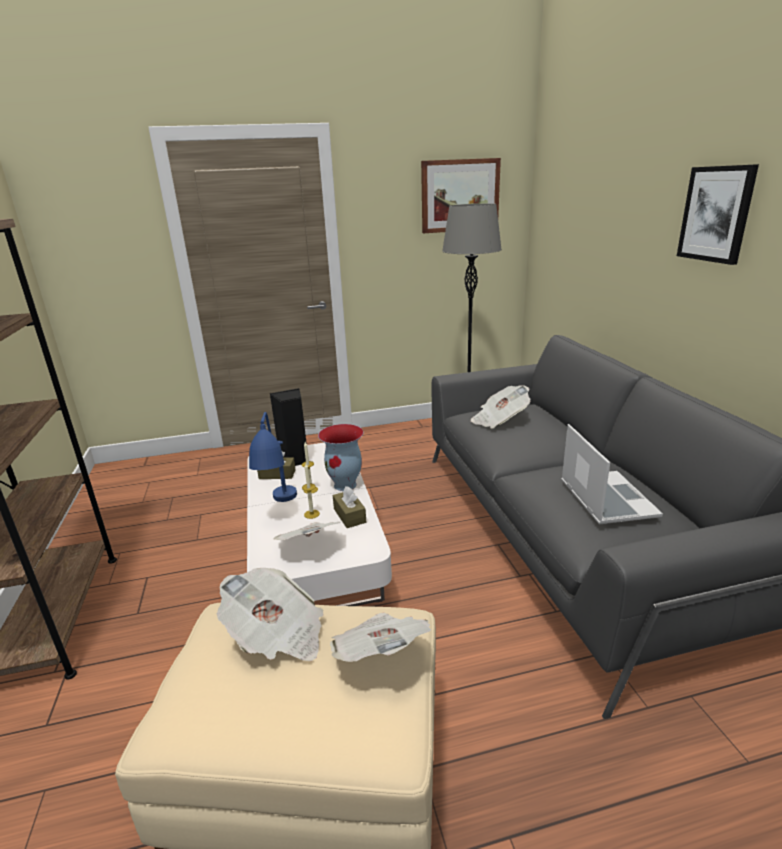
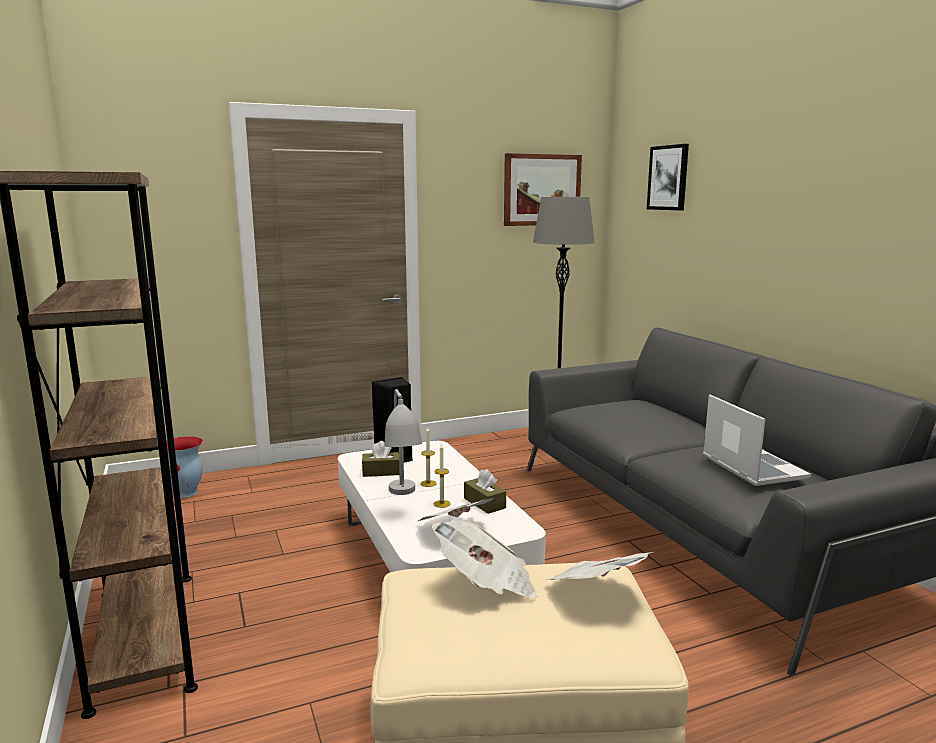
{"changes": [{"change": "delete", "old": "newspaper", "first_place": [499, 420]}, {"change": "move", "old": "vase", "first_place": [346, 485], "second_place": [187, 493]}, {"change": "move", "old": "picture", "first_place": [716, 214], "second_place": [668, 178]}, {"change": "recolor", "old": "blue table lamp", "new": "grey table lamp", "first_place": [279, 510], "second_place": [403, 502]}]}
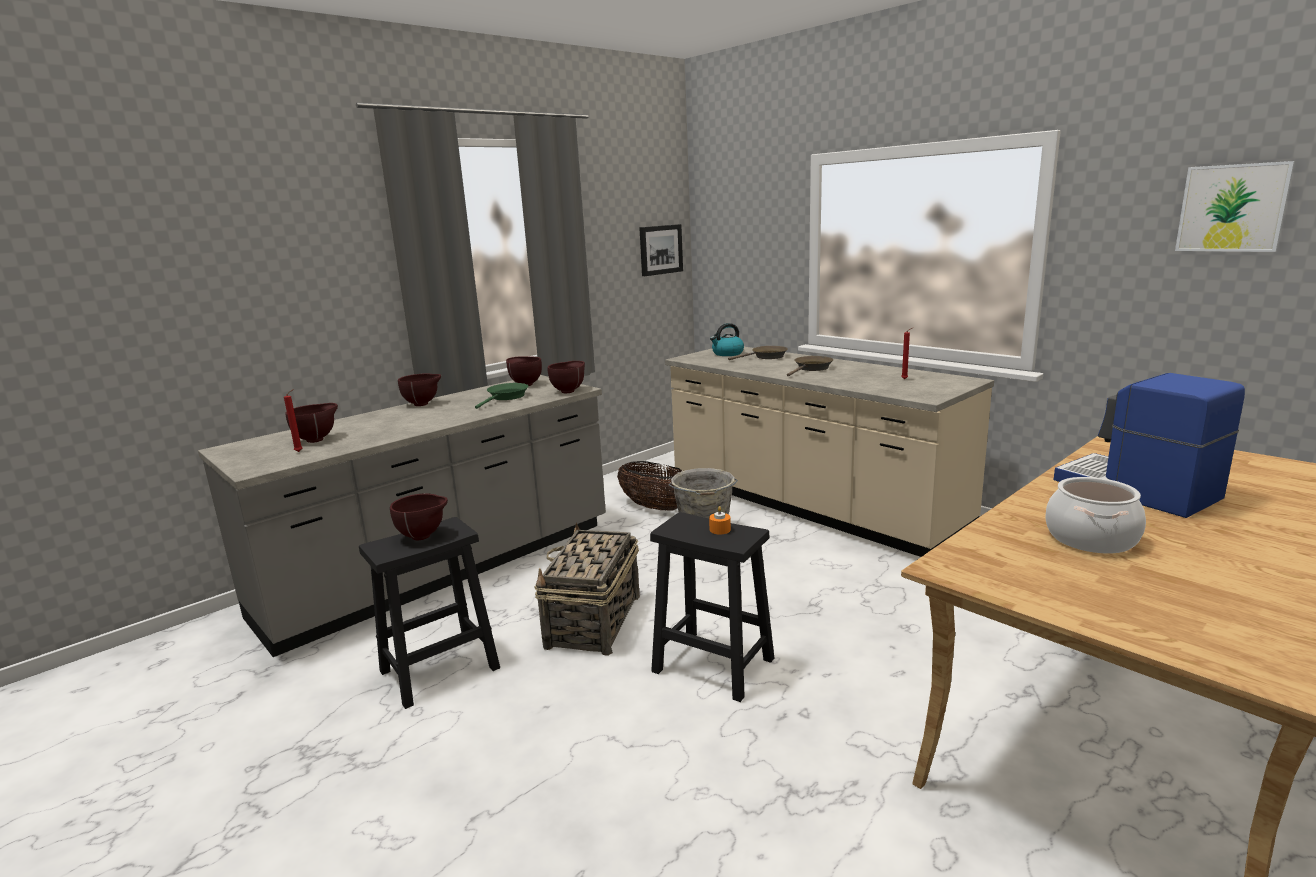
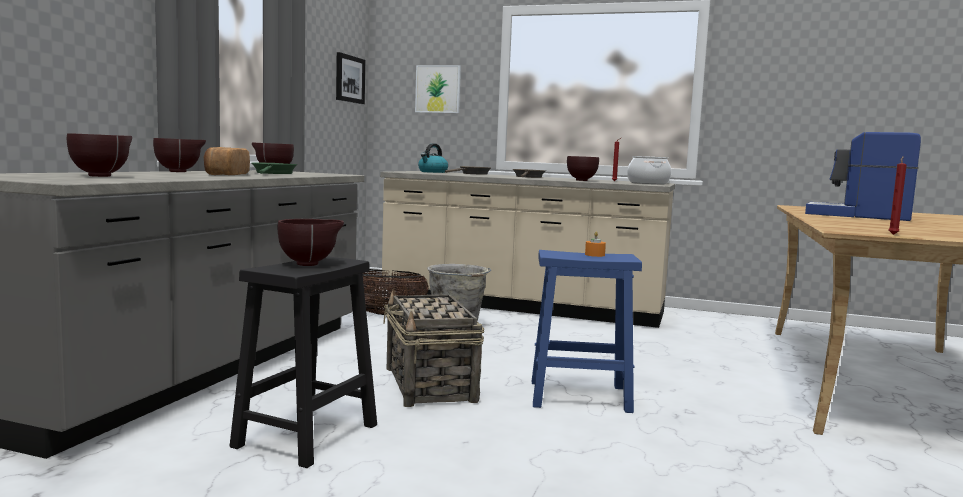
{"changes": [{"change": "insert", "new": "bread", "second_place": [226, 175]}, {"change": "move", "old": "red candle", "first_place": [300, 451], "second_place": [893, 234]}, {"change": "move", "old": "brown bowl", "first_place": [569, 391], "second_place": [581, 180]}, {"change": "move", "old": "cooking pot", "first_place": [1090, 538], "second_place": [648, 183]}, {"change": "move", "old": "picture", "first_place": [1232, 208], "second_place": [438, 89]}, {"change": "recolor", "old": "black stool", "new": "blue stool", "first_place": [715, 665], "second_place": [581, 396]}]}
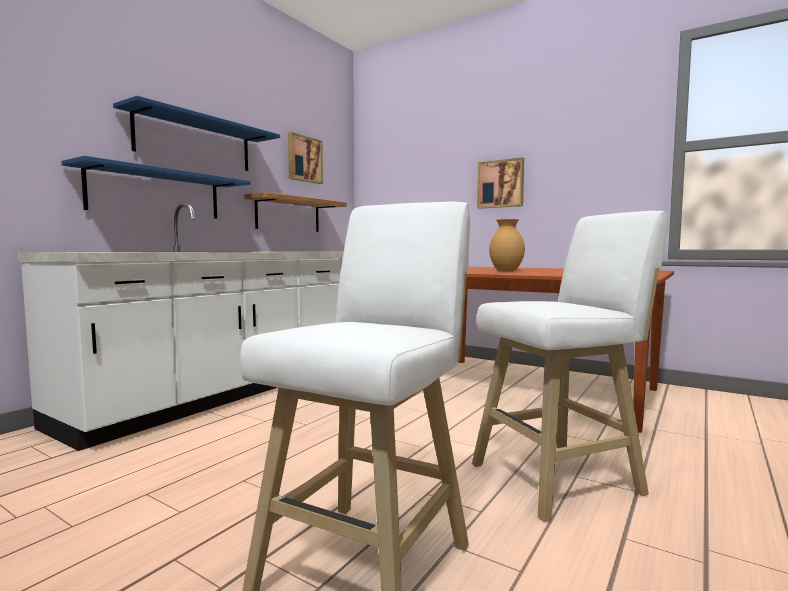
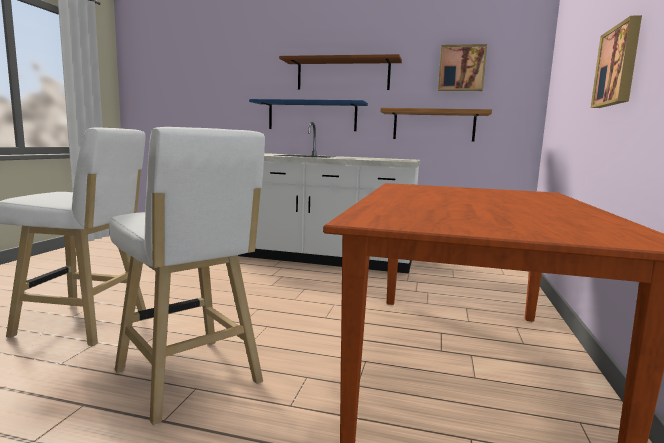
{"changes": [{"change": "delete", "old": "brown vase", "first_place": [507, 271]}, {"change": "recolor", "old": "blue shelf", "new": "brown shelf", "first_place": [195, 143], "second_place": [343, 75]}]}
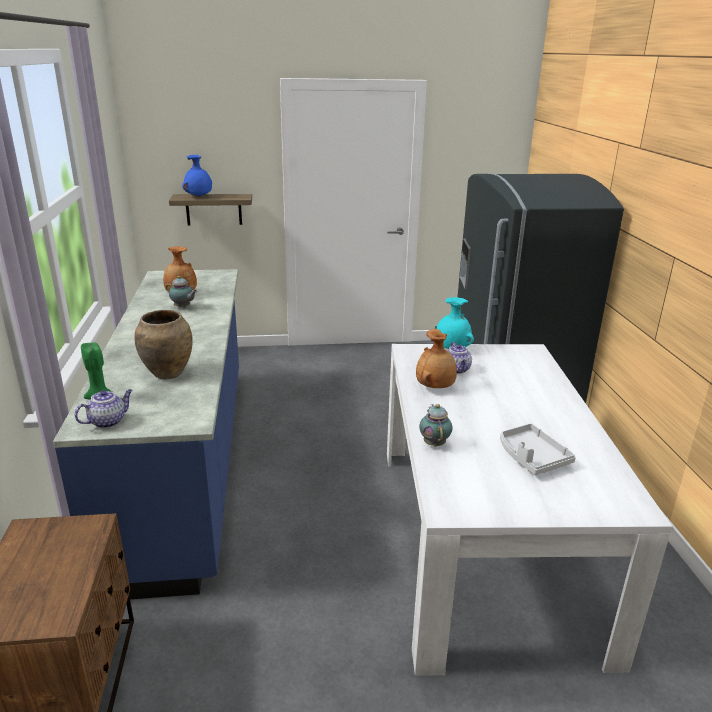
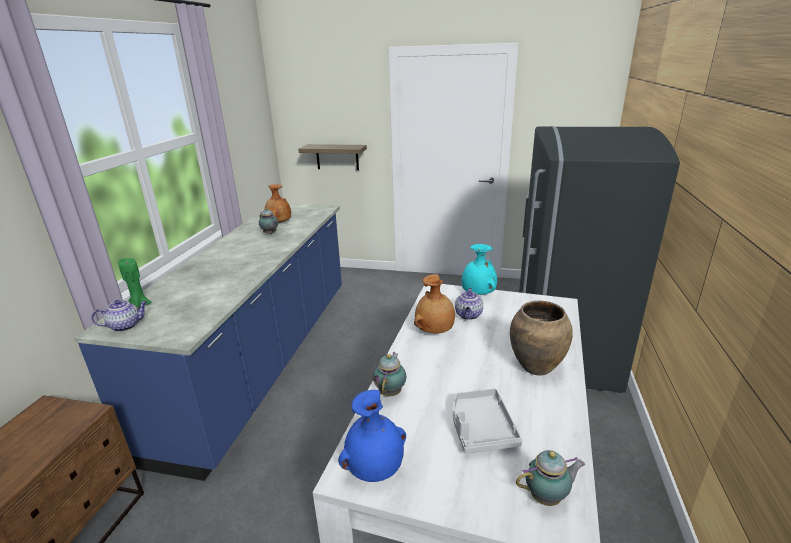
{"changes": [{"change": "insert", "new": "teapot", "second_place": [547, 497]}, {"change": "move", "old": "brown vase", "first_place": [168, 374], "second_place": [536, 367]}, {"change": "move", "old": "blue vase", "first_place": [199, 197], "second_place": [375, 469]}]}
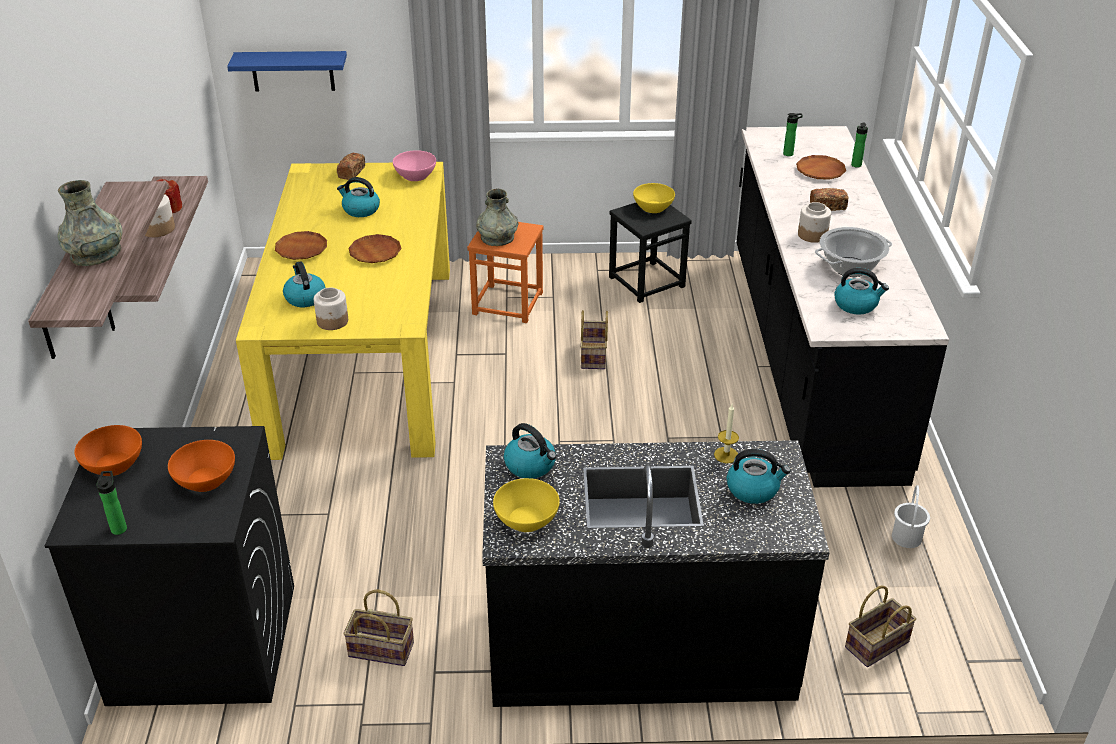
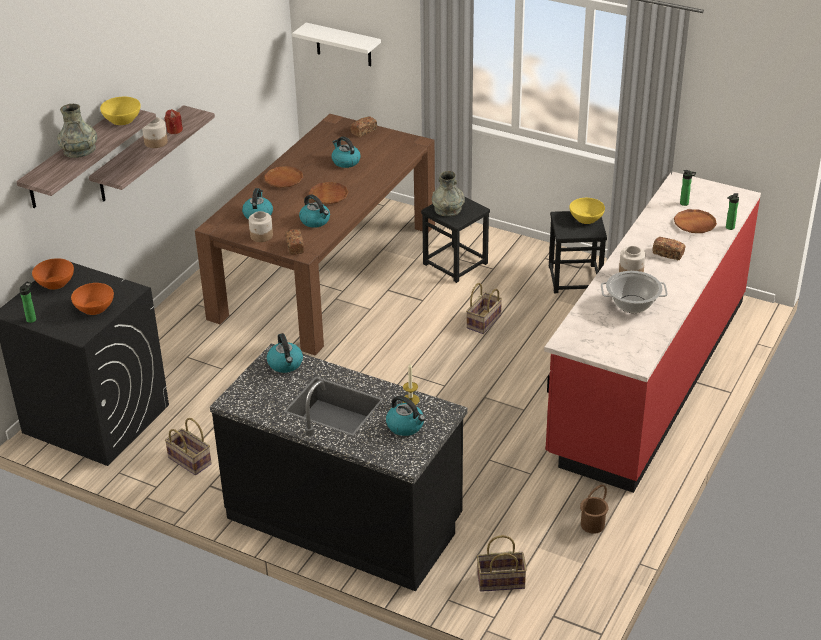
{"changes": [{"change": "delete", "old": "pink bowl", "first_place": [415, 175]}, {"change": "insert", "new": "bread", "second_place": [294, 247]}, {"change": "move", "old": "yellow bowl", "first_place": [527, 519], "second_place": [122, 119]}, {"change": "move", "old": "kettle", "first_place": [856, 304], "second_place": [315, 221]}, {"change": "recolor", "old": "blue shelf", "new": "white shelf", "first_place": [292, 71], "second_place": [343, 45]}, {"change": "recolor", "old": "yellow dining table", "new": "brown dining table", "first_place": [364, 355], "second_place": [325, 270]}, {"change": "recolor", "old": "orange stool", "new": "black stool", "first_place": [508, 303], "second_place": [455, 263]}, {"change": "recolor", "old": "black counter", "new": "red counter", "first_place": [809, 357], "second_place": [648, 376]}, {"change": "recolor", "old": "white bucket", "new": "brown bucket", "first_place": [907, 537], "second_place": [593, 525]}]}
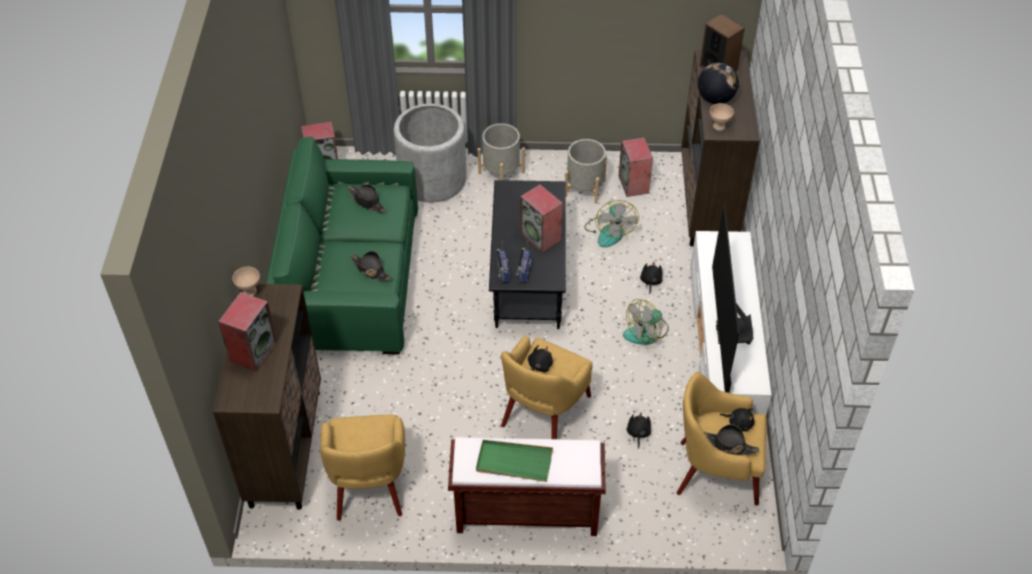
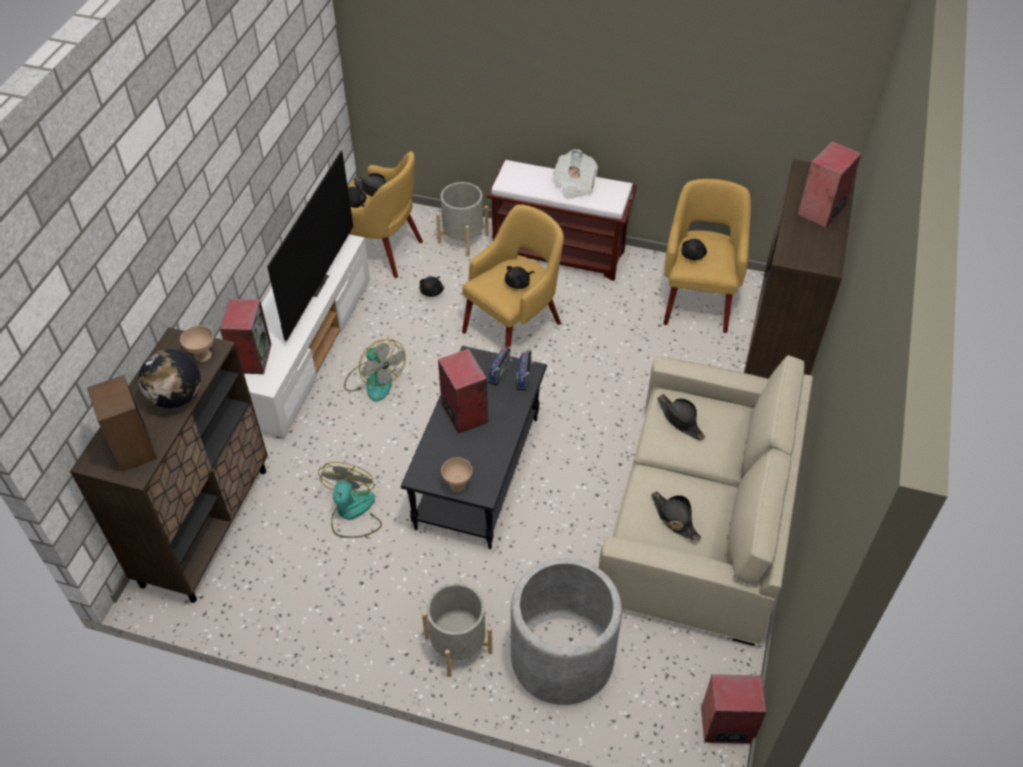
{"changes": [{"change": "move", "old": "beige bowl", "first_place": [249, 291], "second_place": [458, 485]}, {"change": "move", "old": "grey planter", "first_place": [584, 188], "second_place": [463, 238]}, {"change": "move", "old": "speaker", "first_place": [634, 184], "second_place": [252, 358]}, {"change": "move", "old": "black plush toy", "first_place": [650, 281], "second_place": [693, 255]}, {"change": "replace", "old": "green tray", "new": "newspaper", "first_place": [514, 462], "second_place": [574, 185]}, {"change": "recolor", "old": "green sofa", "new": "beige sofa", "first_place": [349, 277], "second_place": [699, 521]}, {"change": "rotate", "old": "fan", "first_place": [646, 332], "second_place": [374, 380], "degrees": 75}]}
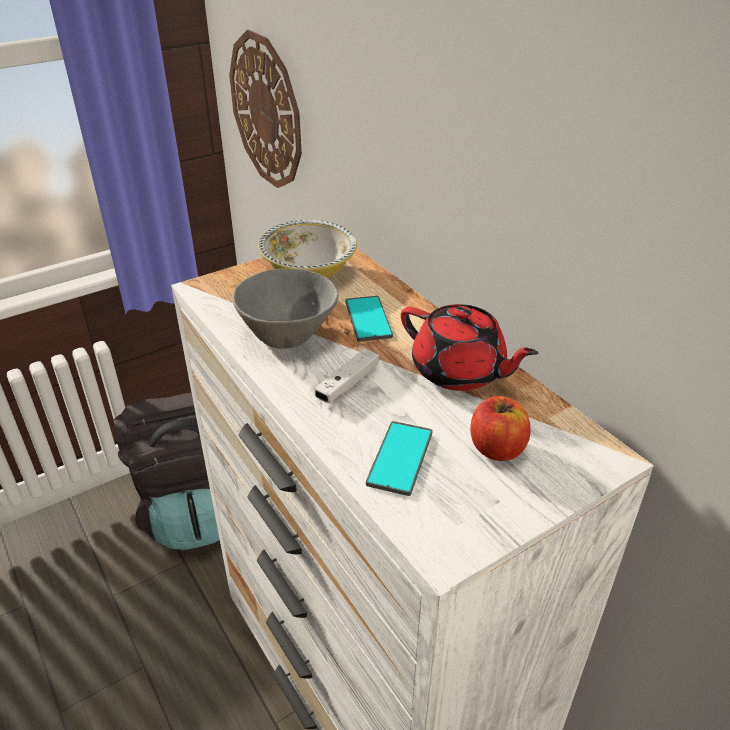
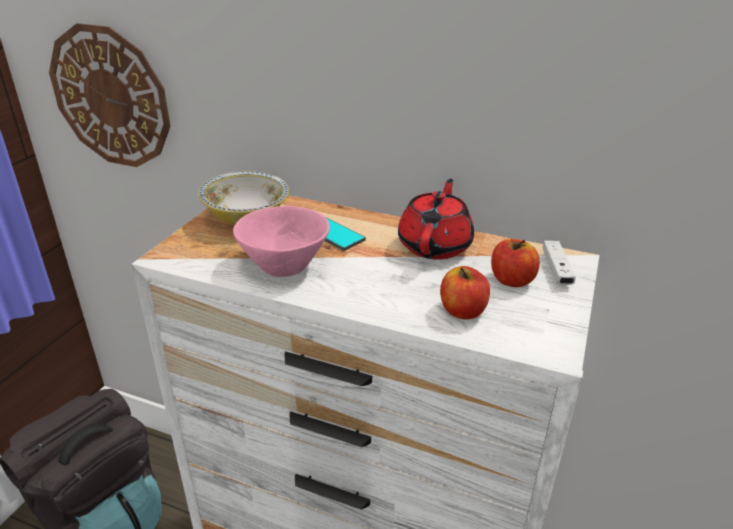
{"changes": [{"change": "move", "old": "white game controller", "first_place": [347, 384], "second_place": [556, 269]}, {"change": "replace", "old": "phone", "new": "apple", "first_place": [400, 458], "second_place": [463, 311]}, {"change": "recolor", "old": "grey bowl", "new": "pink bowl", "first_place": [290, 335], "second_place": [287, 264]}, {"change": "rotate", "old": "red teapot", "first_place": [459, 372], "second_place": [435, 245], "degrees": -75}]}
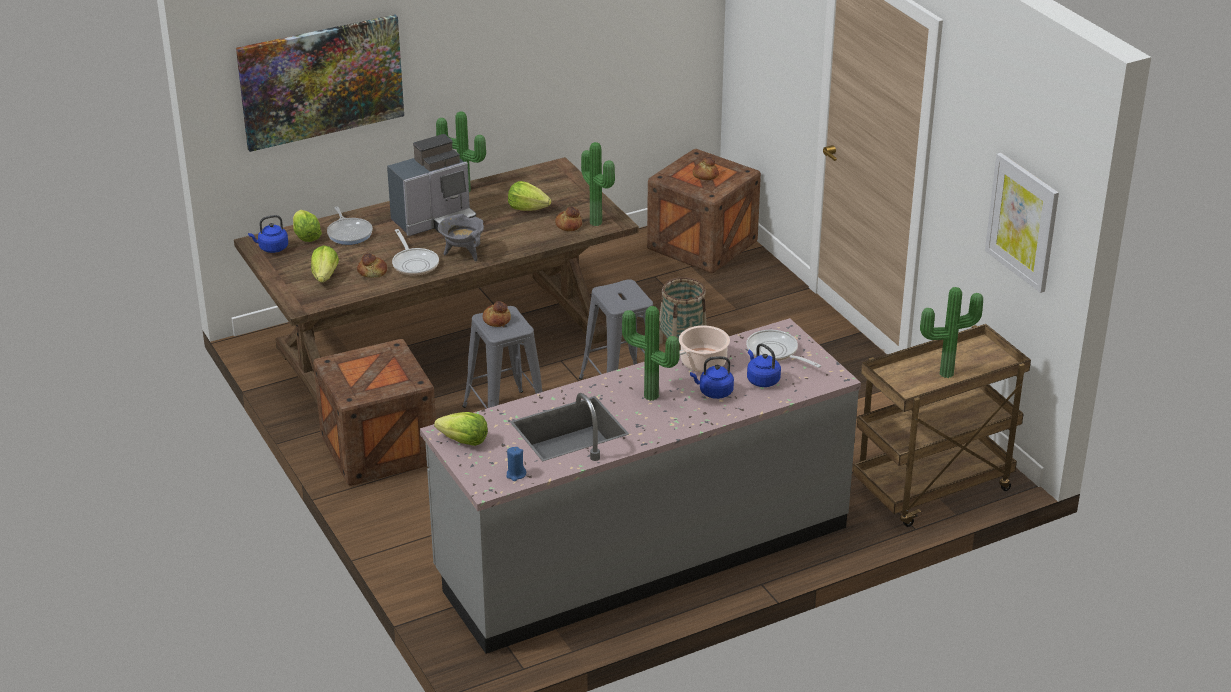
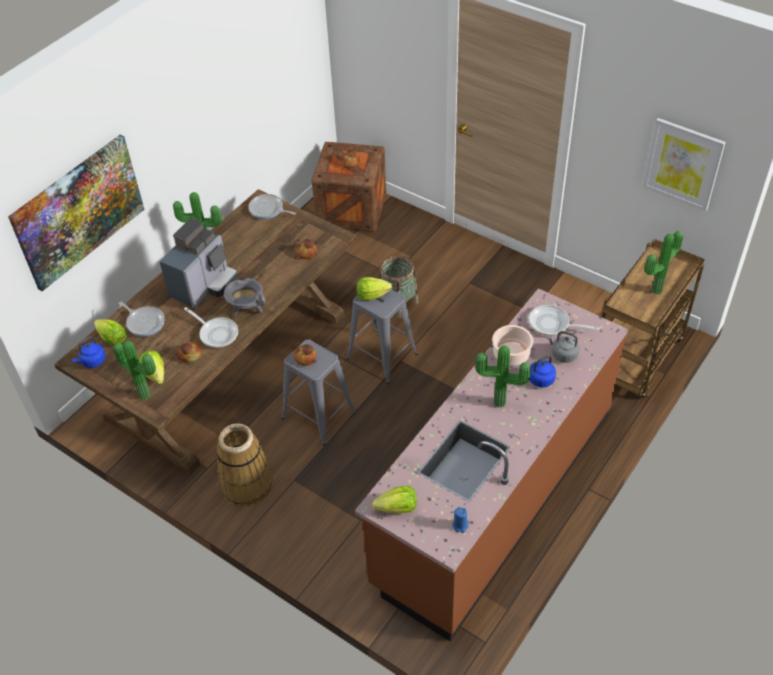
{"changes": [{"change": "insert", "new": "frying pan", "second_place": [268, 209]}, {"change": "move", "old": "lettuce", "first_place": [527, 208], "second_place": [372, 295]}, {"change": "move", "old": "potted plant", "first_place": [598, 222], "second_place": [146, 393]}, {"change": "replace", "old": "crate", "new": "basket", "first_place": [379, 449], "second_place": [246, 484]}, {"change": "recolor", "old": "grey counter", "new": "brown counter", "first_place": [642, 551], "second_place": [493, 496]}, {"change": "recolor", "old": "blue kettle", "new": "grey kettle", "first_place": [762, 380], "second_place": [563, 354]}]}
